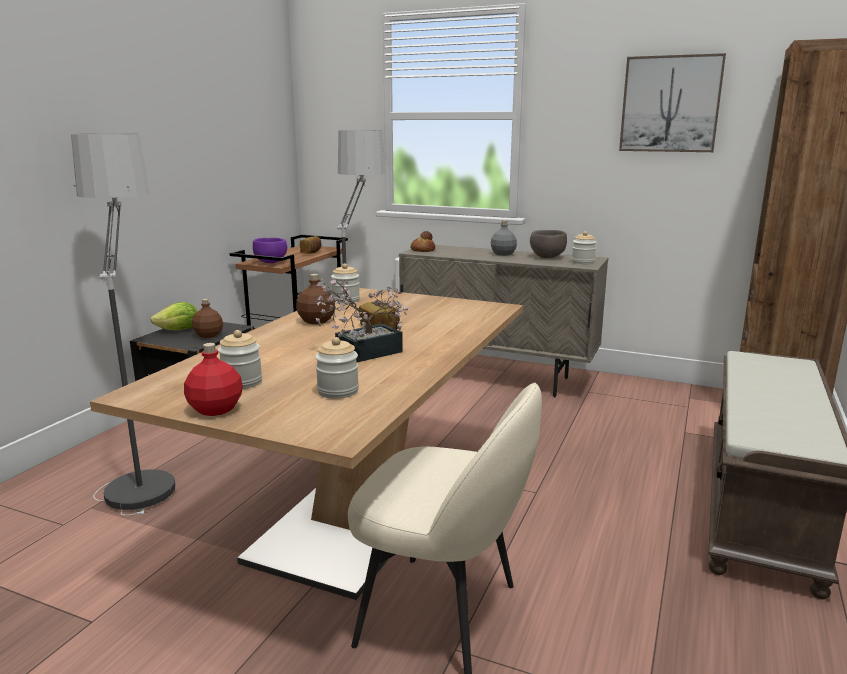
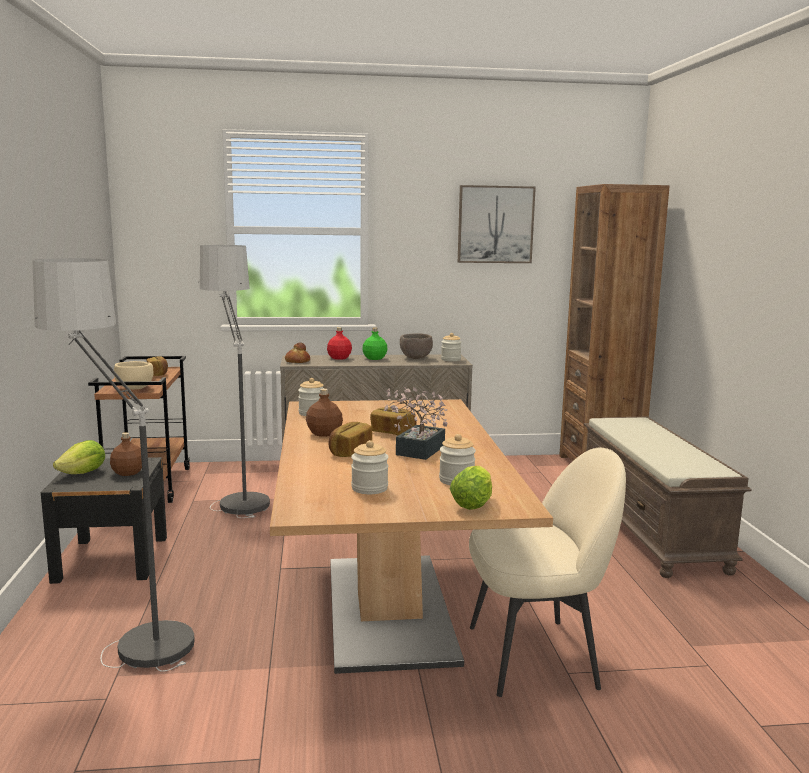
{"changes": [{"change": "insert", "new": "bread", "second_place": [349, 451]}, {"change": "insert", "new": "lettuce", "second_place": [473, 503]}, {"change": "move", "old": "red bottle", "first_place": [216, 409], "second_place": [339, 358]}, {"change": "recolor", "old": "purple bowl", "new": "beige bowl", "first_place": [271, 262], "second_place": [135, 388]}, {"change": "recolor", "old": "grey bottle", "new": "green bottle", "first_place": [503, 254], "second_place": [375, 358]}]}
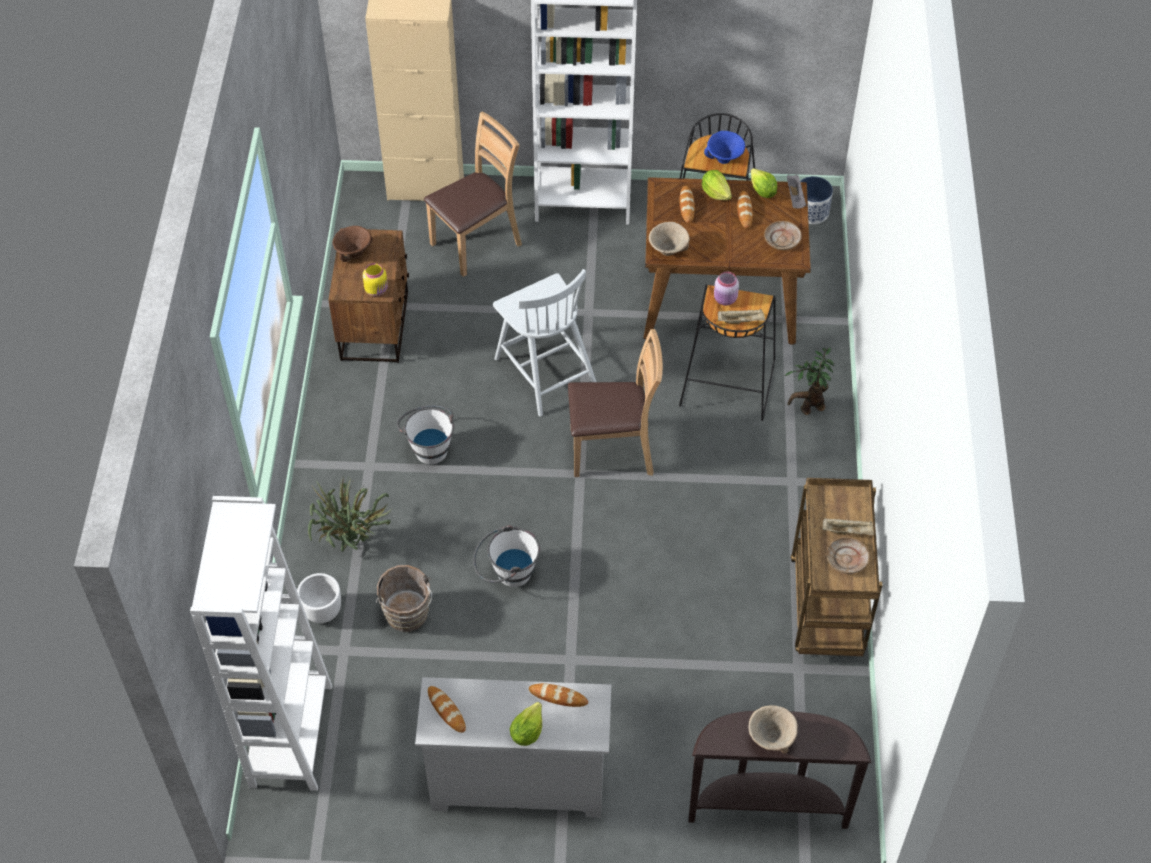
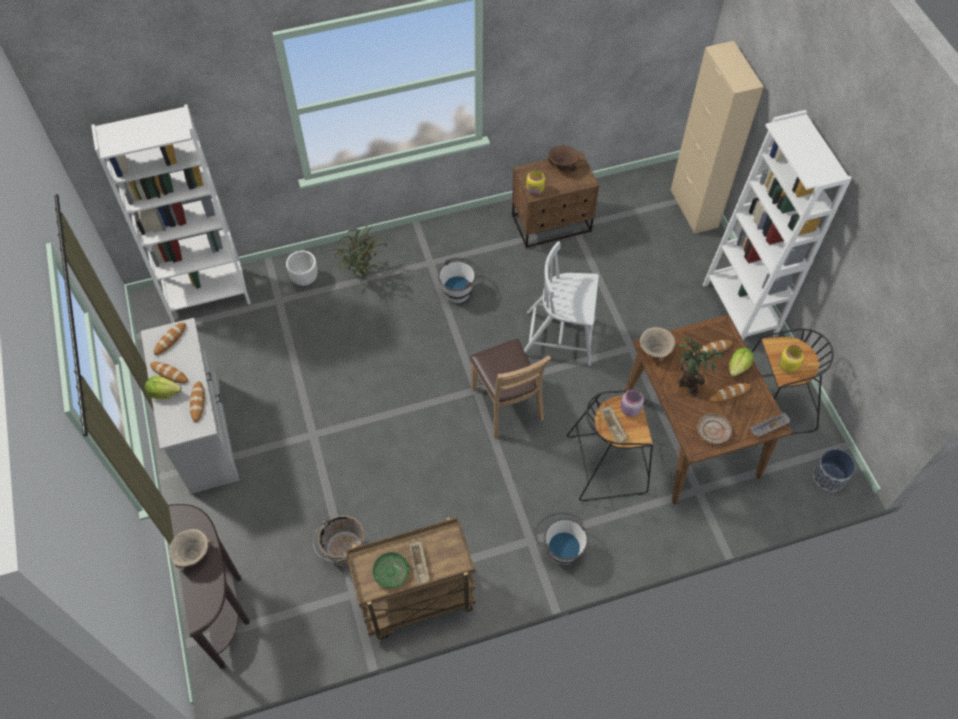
{"changes": [{"change": "delete", "old": "brown chair", "first_place": [476, 243]}, {"change": "delete", "old": "lettuce", "first_place": [762, 191]}, {"change": "insert", "new": "bread", "second_place": [169, 373]}, {"change": "move", "old": "brown bucket", "first_place": [407, 617], "second_place": [342, 552]}, {"change": "move", "old": "white bucket", "first_place": [506, 574], "second_place": [559, 546]}, {"change": "move", "old": "potted plant", "first_place": [808, 408], "second_place": [686, 385]}, {"change": "replace", "old": "blue bowl", "new": "yellow jar", "first_place": [725, 160], "second_place": [786, 365]}, {"change": "recolor", "old": "beige plate", "new": "green plate", "first_place": [847, 559], "second_place": [391, 572]}, {"change": "rotate", "old": "white chair", "first_place": [545, 371], "second_place": [560, 338], "degrees": 60}]}
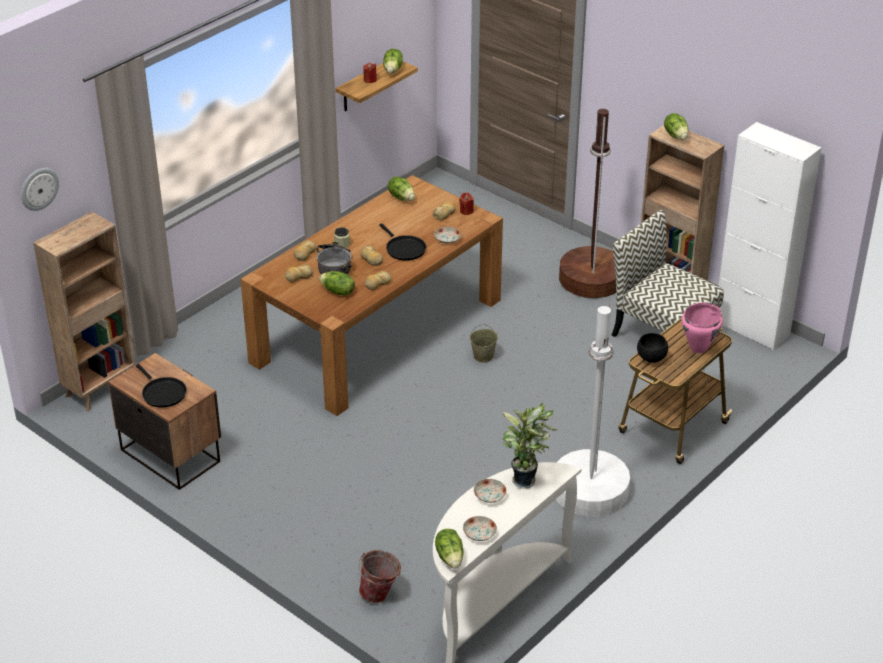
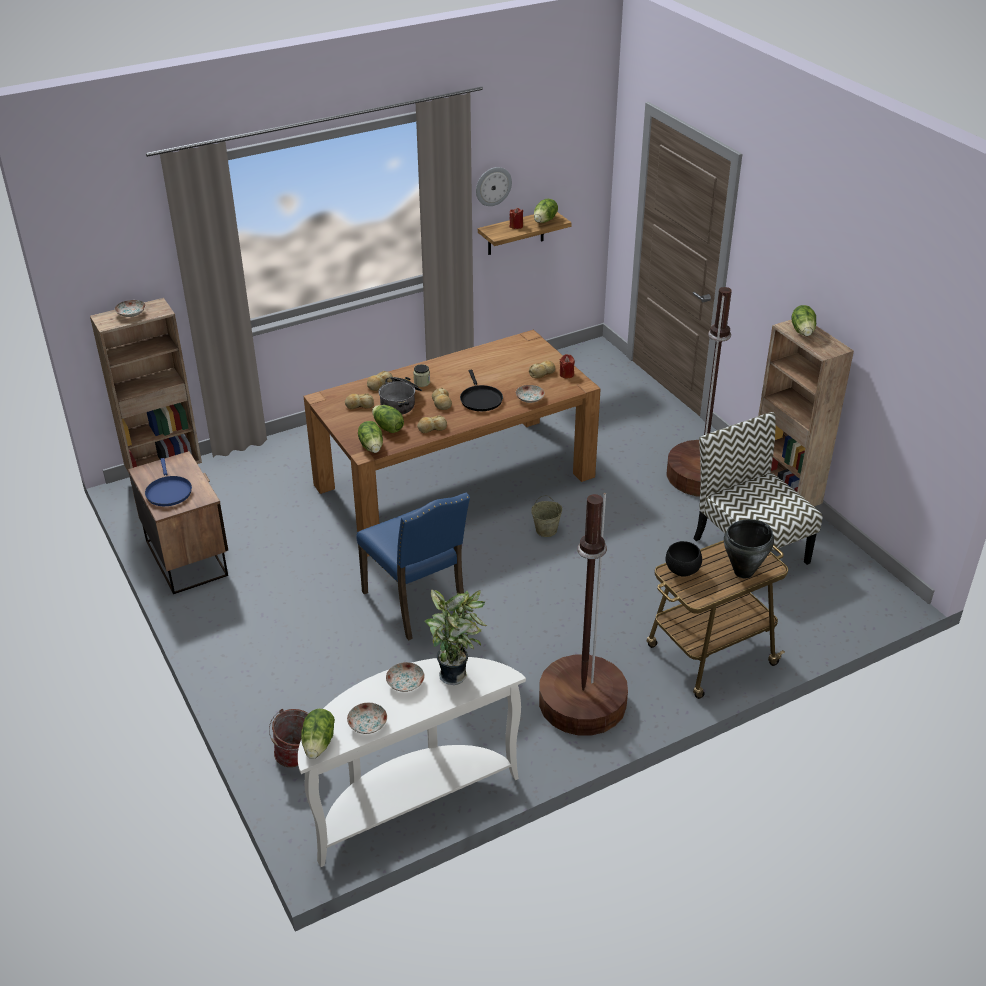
{"changes": [{"change": "delete", "old": "white cabinet", "first_place": [751, 328]}, {"change": "insert", "new": "plate", "second_place": [131, 313]}, {"change": "insert", "new": "blue chair", "second_place": [417, 604]}, {"change": "move", "old": "wall clock", "first_place": [39, 188], "second_place": [493, 186]}, {"change": "move", "old": "lettuce", "first_place": [402, 197], "second_place": [372, 446]}, {"change": "recolor", "old": "black frying pan", "new": "blue frying pan", "first_place": [162, 393], "second_place": [168, 491]}, {"change": "recolor", "old": "white floor lamp", "new": "brown floor lamp", "first_place": [590, 490], "second_place": [582, 703]}, {"change": "recolor", "old": "pink cooking pot", "new": "black cooking pot", "first_place": [699, 348], "second_place": [744, 572]}]}
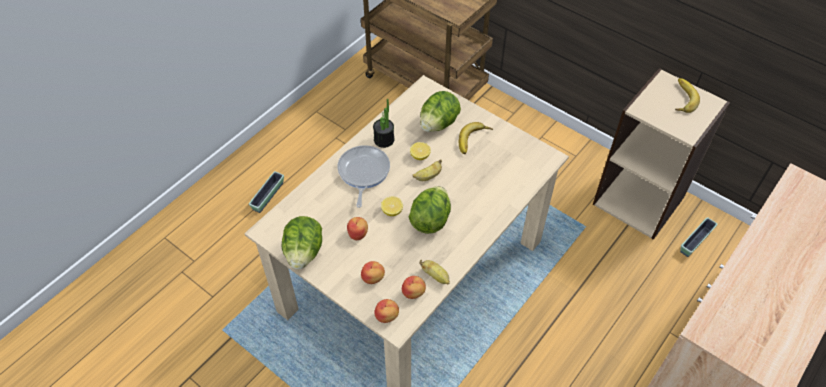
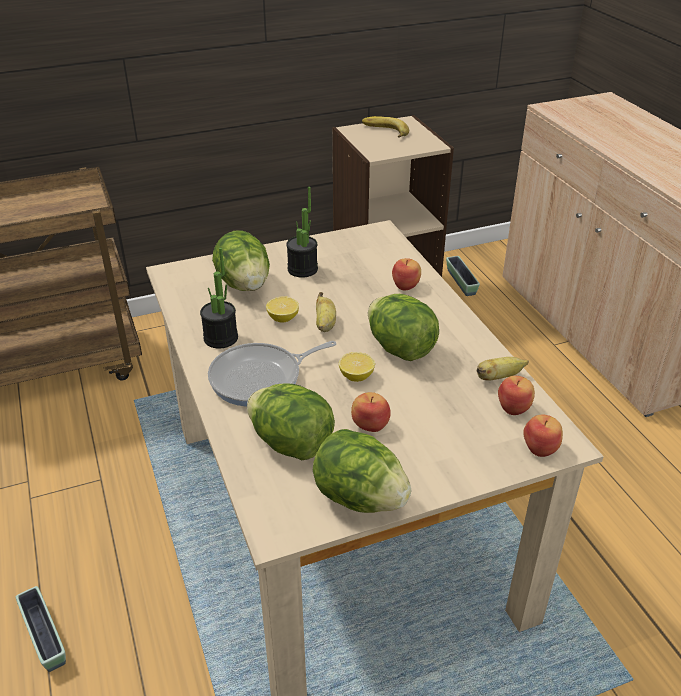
{"changes": [{"change": "insert", "new": "lettuce", "second_place": [291, 444]}, {"change": "move", "old": "apple", "first_place": [373, 278], "second_place": [406, 285]}, {"change": "replace", "old": "banana", "new": "potted plant", "first_place": [474, 141], "second_place": [302, 269]}, {"change": "rotate", "old": "frying pan", "first_place": [363, 173], "second_place": [260, 378], "degrees": -60}]}
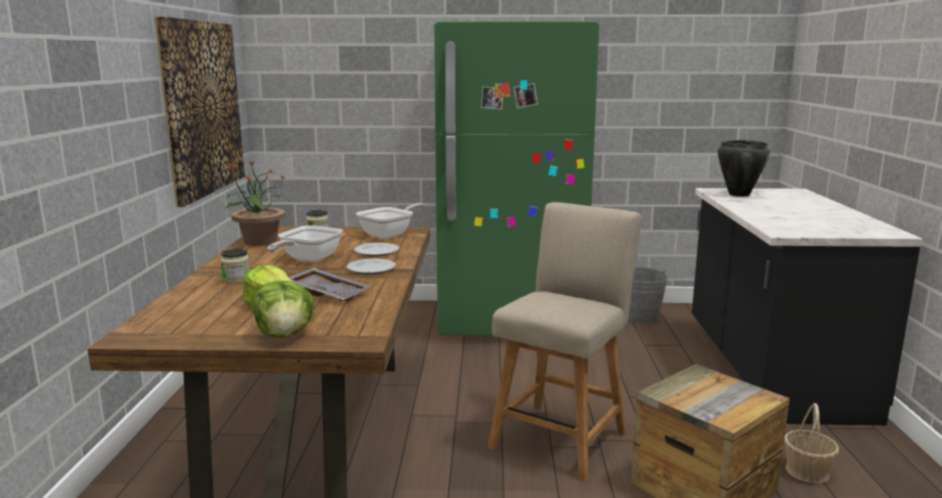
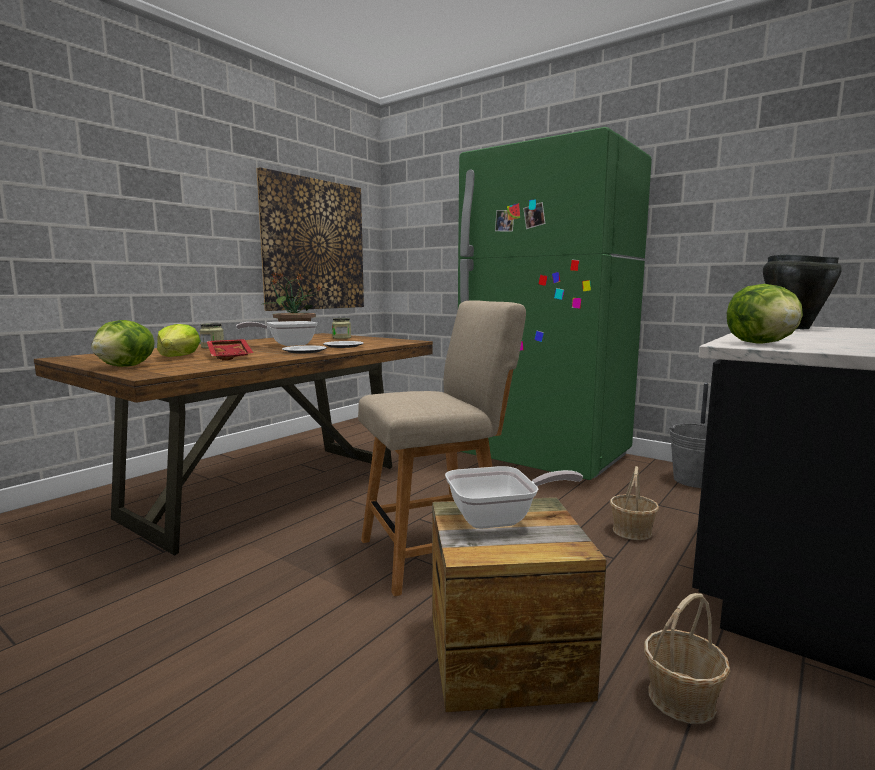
{"changes": [{"change": "insert", "new": "basket", "second_place": [632, 531]}, {"change": "insert", "new": "lettuce", "second_place": [762, 343]}, {"change": "move", "old": "frying pan", "first_place": [390, 234], "second_place": [500, 519]}, {"change": "recolor", "old": "grey tray", "new": "red tray", "first_place": [329, 293], "second_place": [231, 356]}]}
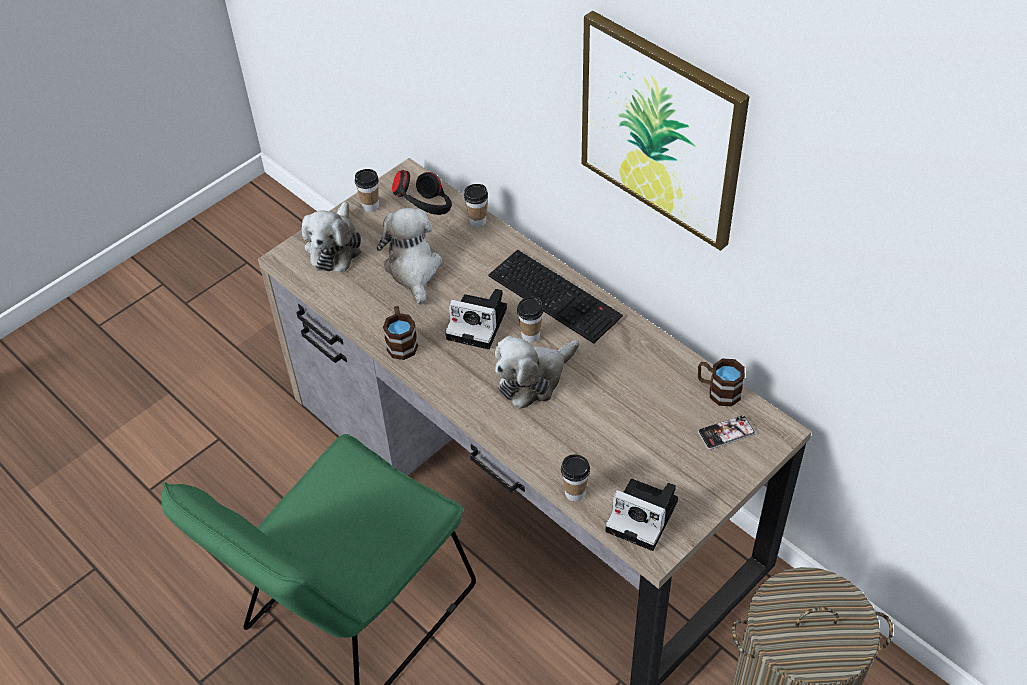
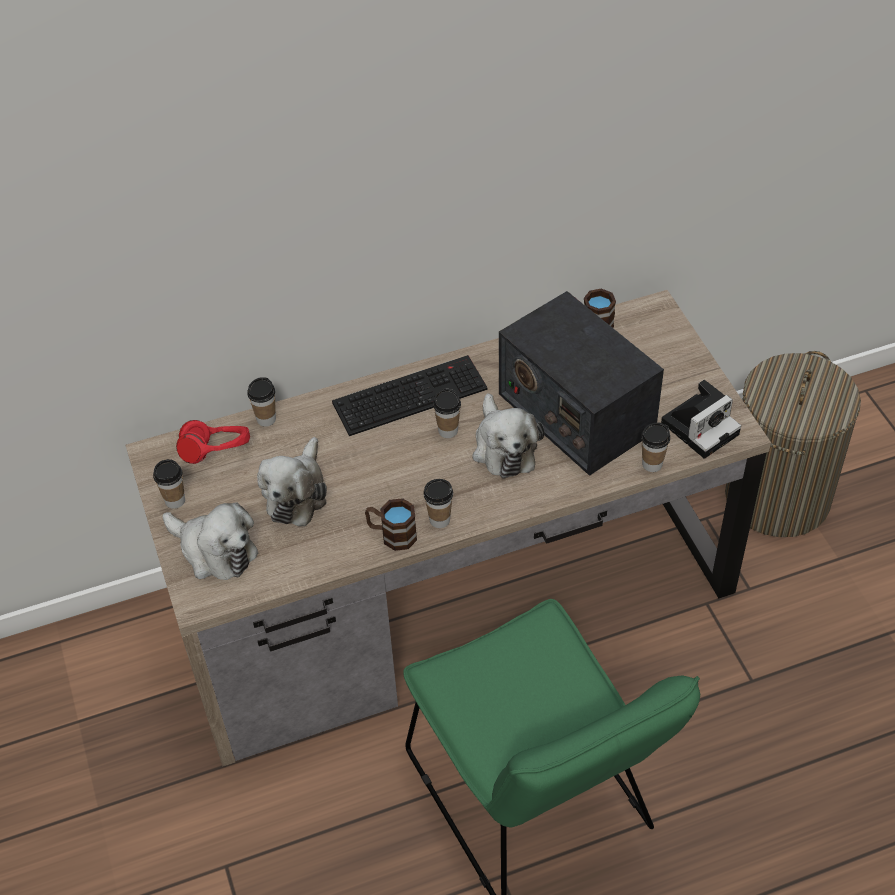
{"changes": [{"change": "delete", "old": "photo camera", "first_place": [479, 323]}, {"change": "delete", "old": "picture", "first_place": [661, 130]}, {"change": "delete", "old": "phone", "first_place": [726, 433]}, {"change": "insert", "new": "cup", "second_place": [439, 520]}, {"change": "insert", "new": "radio", "second_place": [575, 412]}, {"change": "recolor", "old": "black headphones", "new": "red headphones", "first_place": [426, 210], "second_place": [217, 455]}, {"change": "rotate", "old": "plush toy", "first_place": [413, 269], "second_place": [297, 493], "degrees": -90}]}
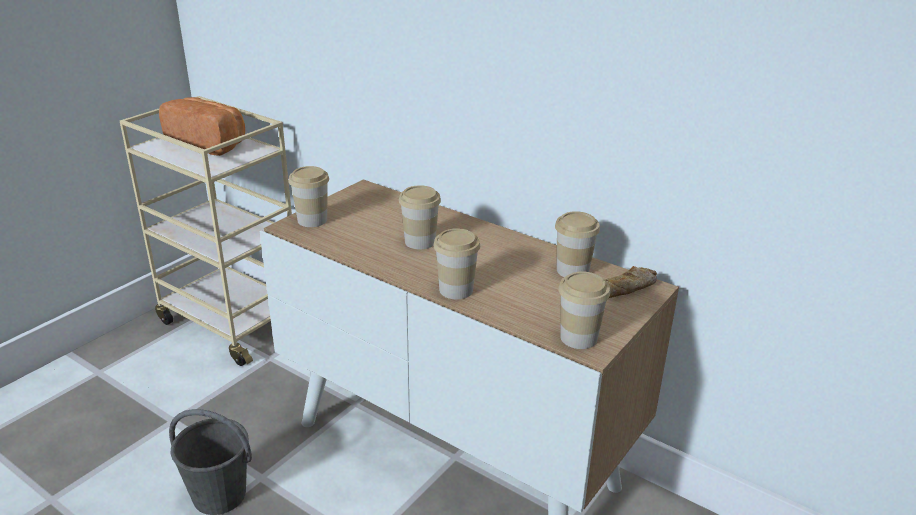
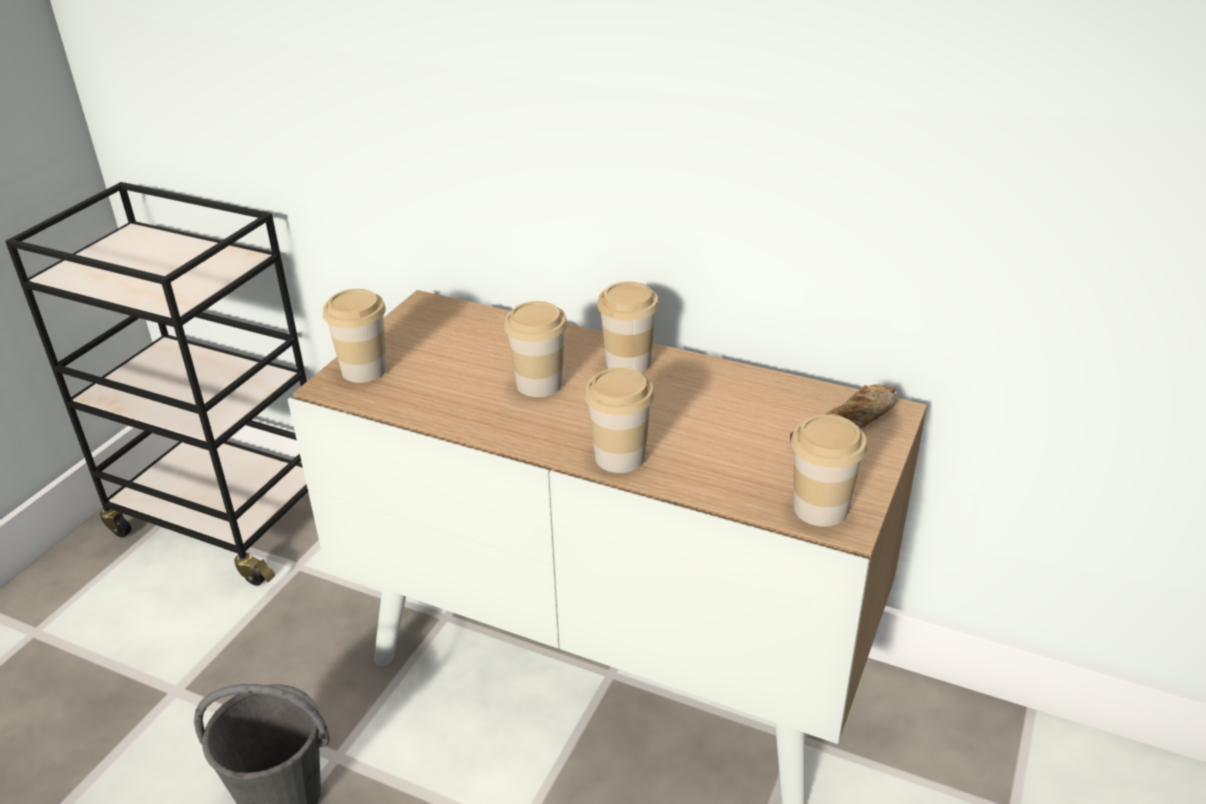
{"changes": [{"change": "delete", "old": "bread", "first_place": [210, 143]}, {"change": "move", "old": "cup", "first_place": [572, 270], "second_place": [628, 363]}, {"change": "recolor", "old": "beige cart", "new": "black cart", "first_place": [233, 322], "second_place": [225, 517]}]}
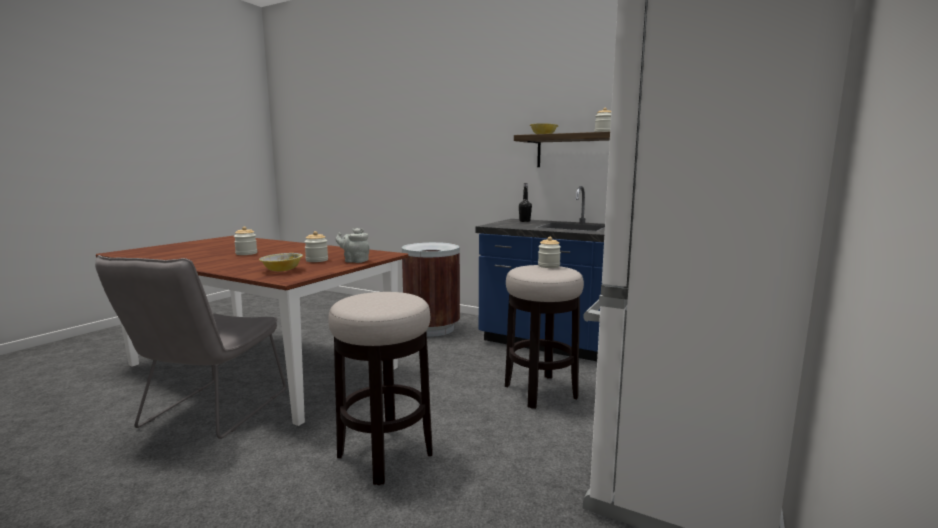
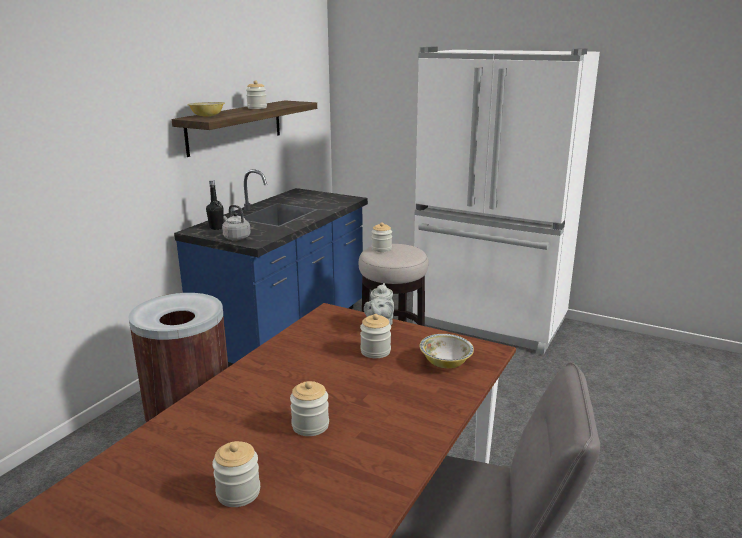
{"changes": [{"change": "delete", "old": "stool", "first_place": [385, 455]}, {"change": "insert", "new": "jar", "second_place": [238, 492]}, {"change": "insert", "new": "grey kettle", "second_place": [236, 237]}]}
